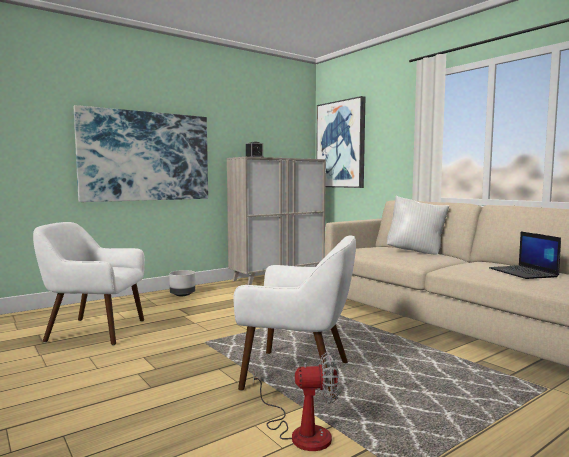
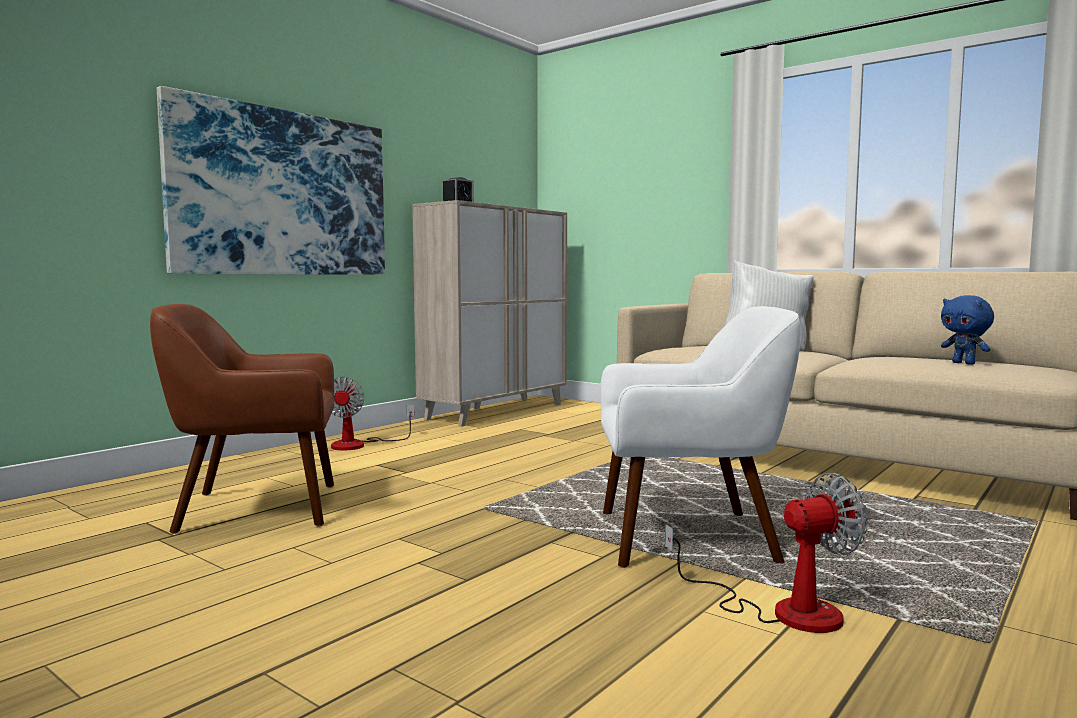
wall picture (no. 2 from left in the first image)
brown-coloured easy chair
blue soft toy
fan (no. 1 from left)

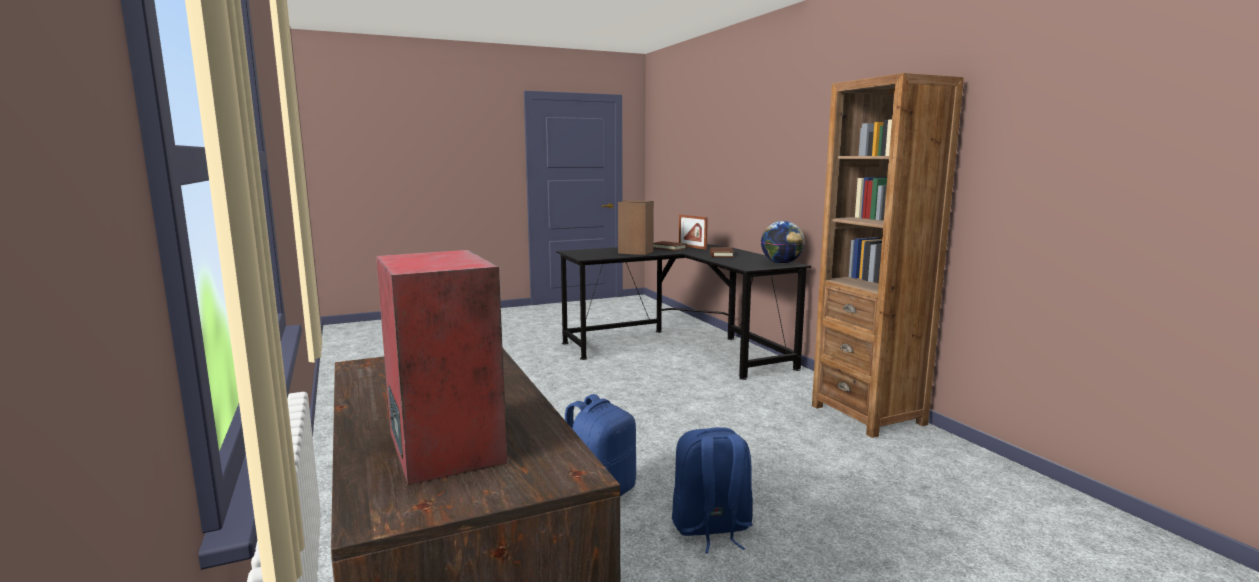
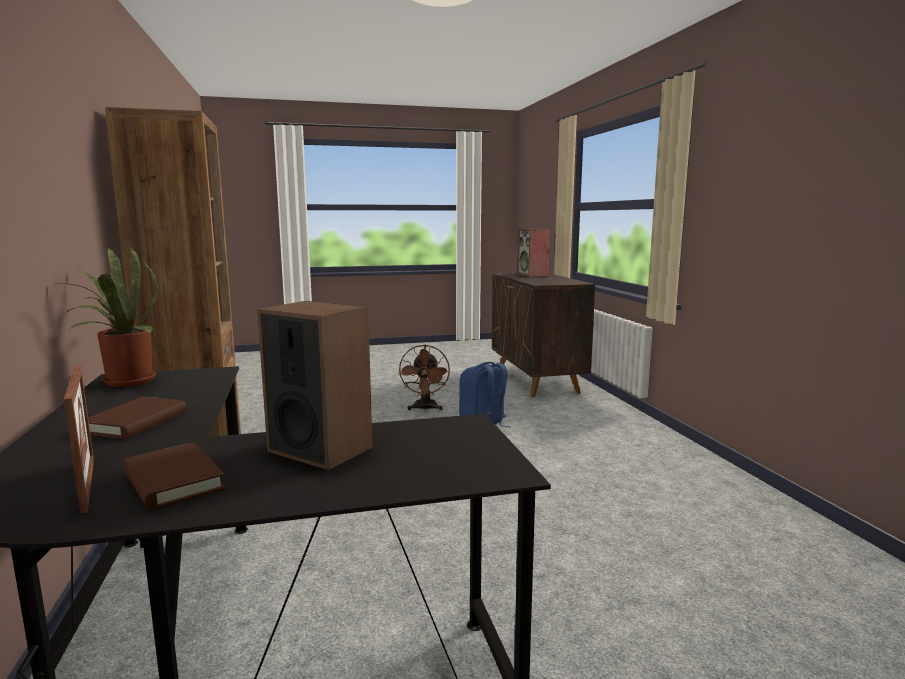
houseplant
brown-coloured fan

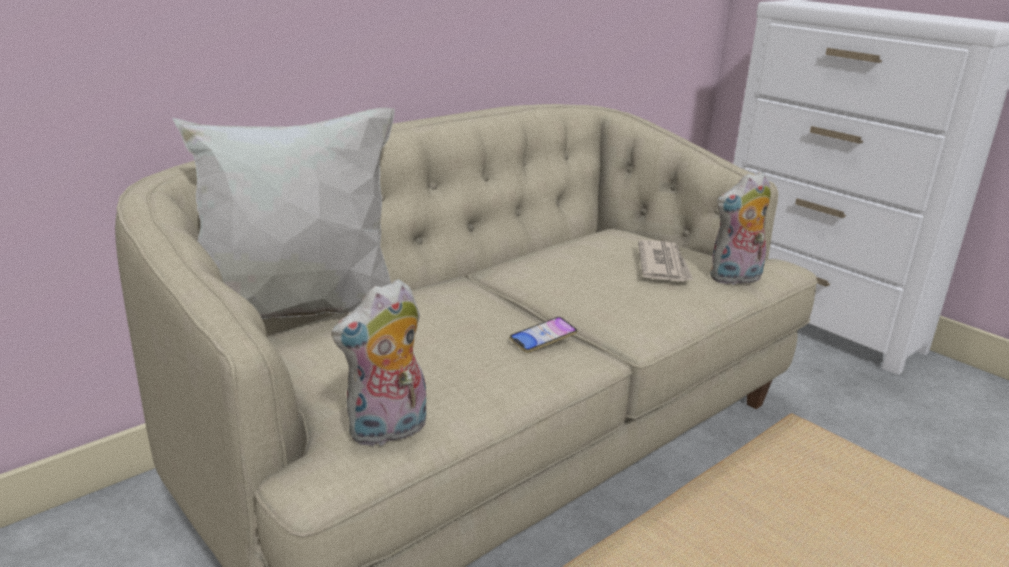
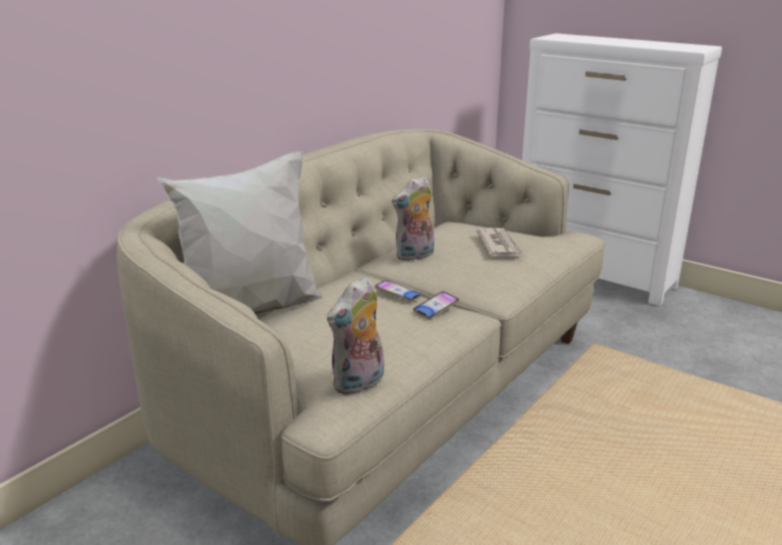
soft toy (no. 2 from left)
telephone (no. 1 from left)

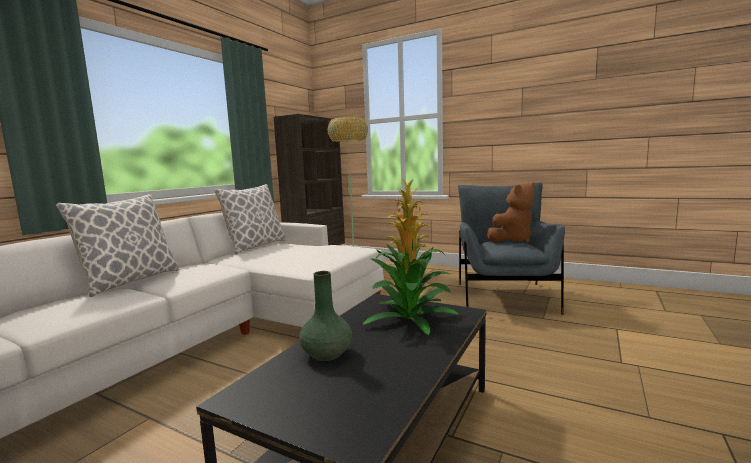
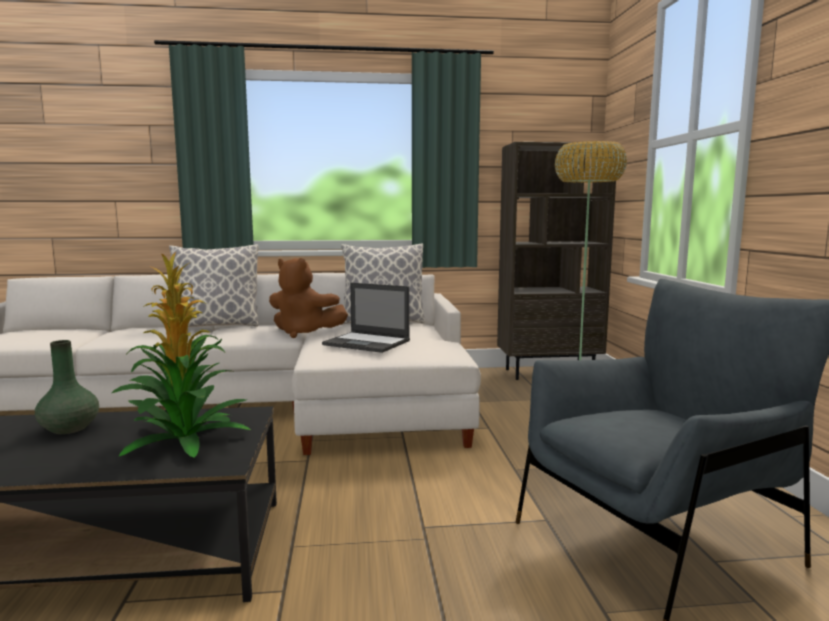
brown-coloured soft toy
laptop

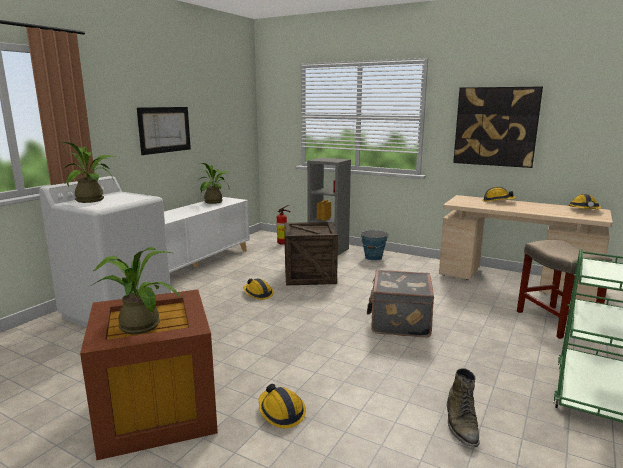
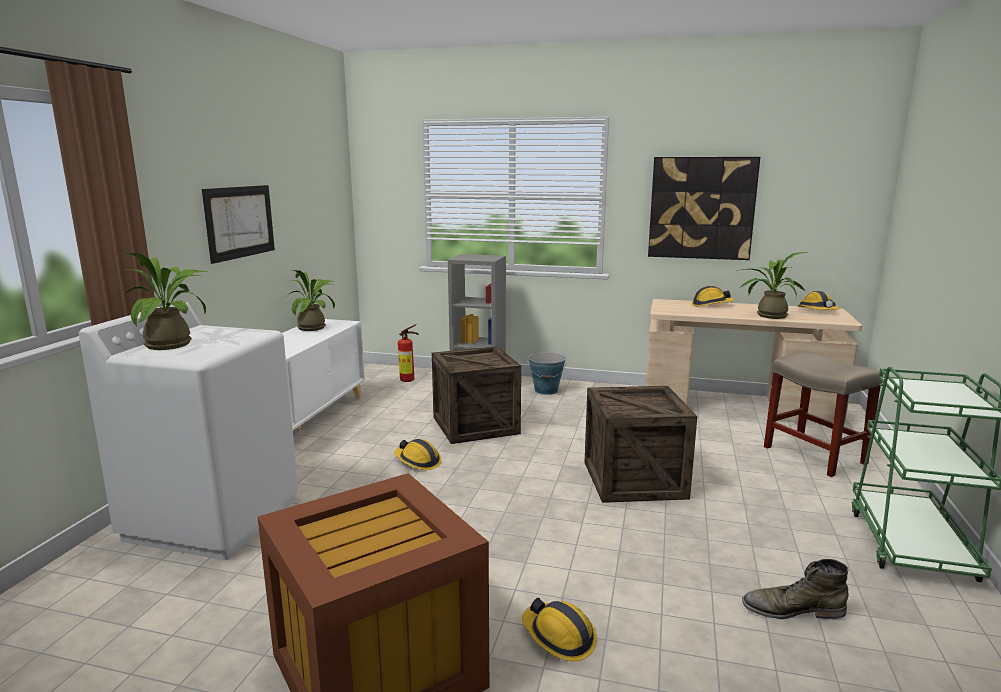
houseplant (no. 3 from left)
shipping crate (no. 2 from left)
green boot

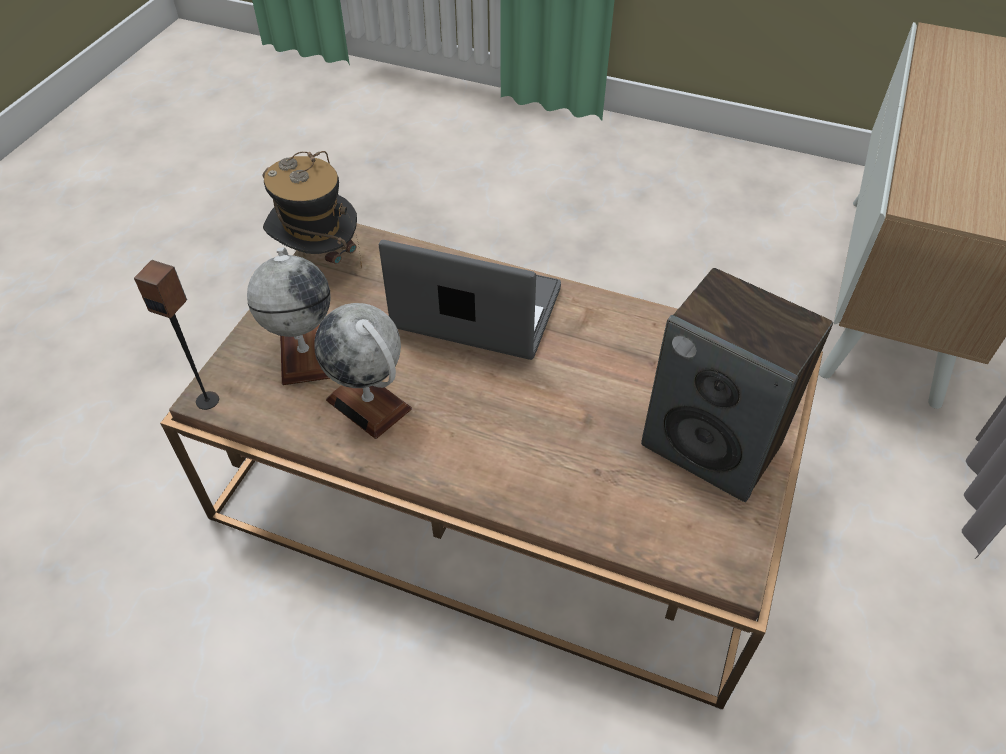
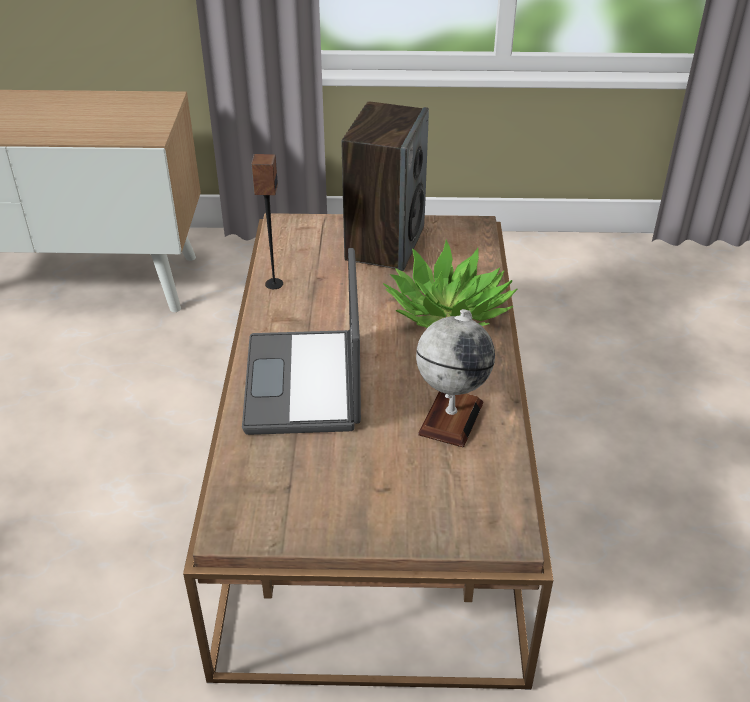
hat
desk globe (no. 1 from left in the first image)
speaker (no. 1 from left)
houseplant

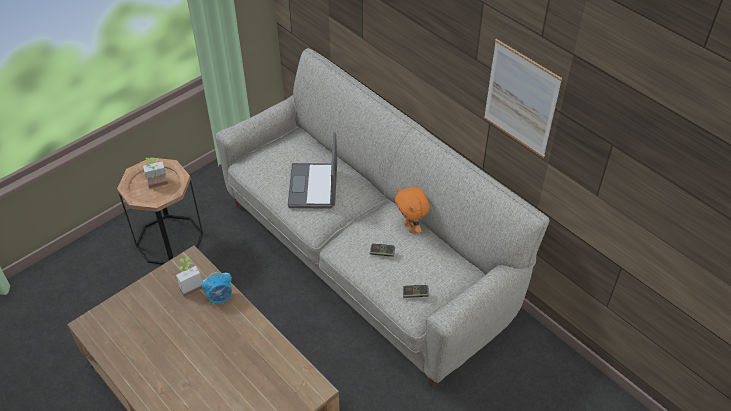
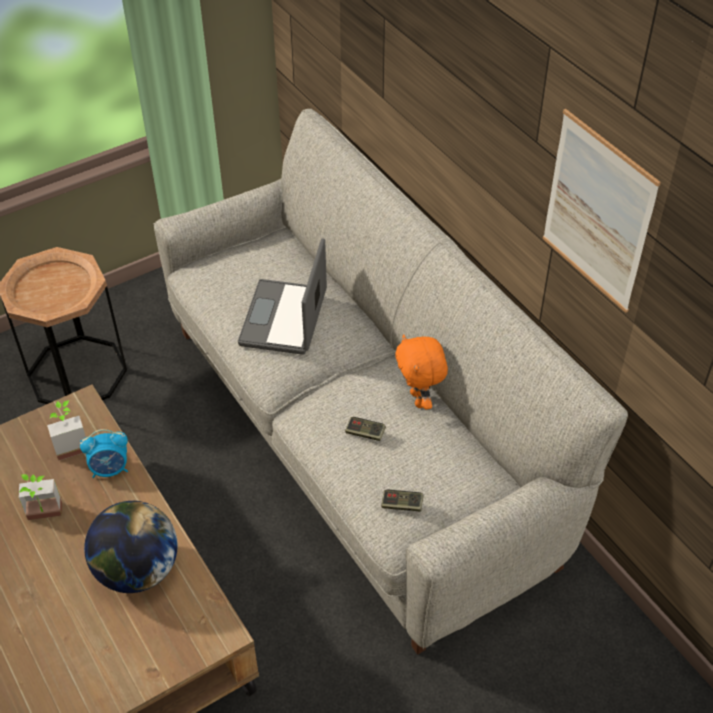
houseplant (no. 1 from left)
desk globe

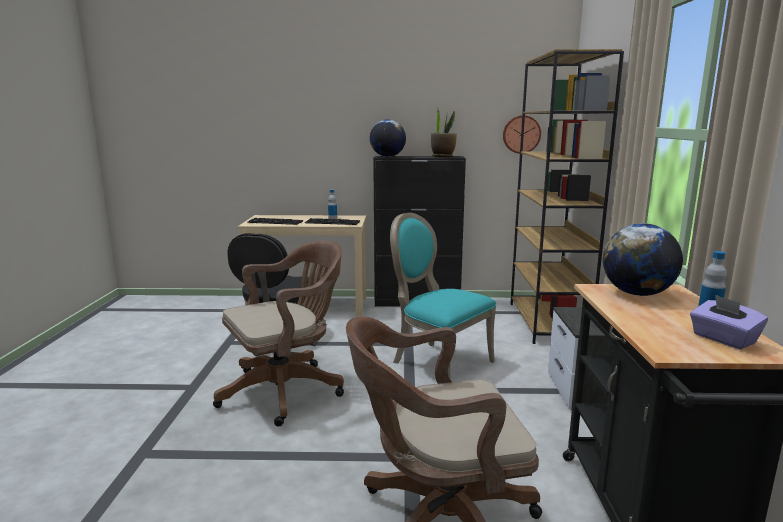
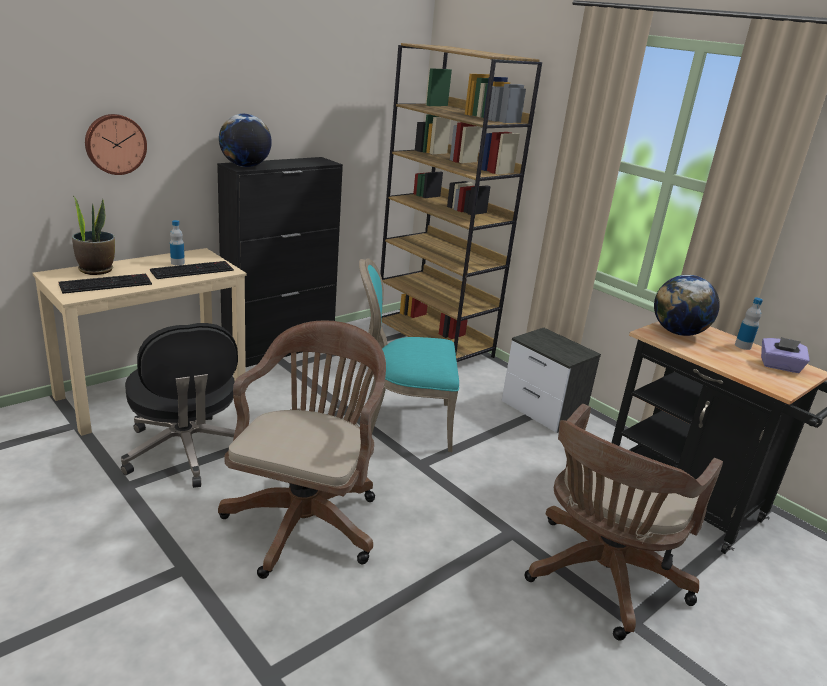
houseplant
hanging clock

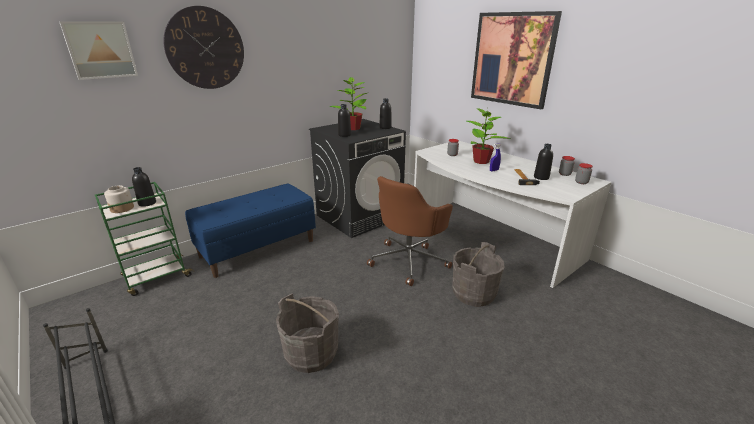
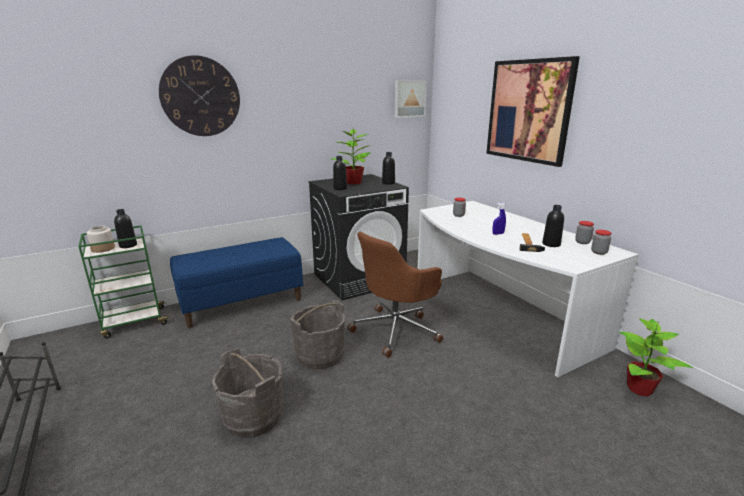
wall picture (no. 1 from left)
houseplant (no. 2 from left)
grey bucket (no. 2 from left)

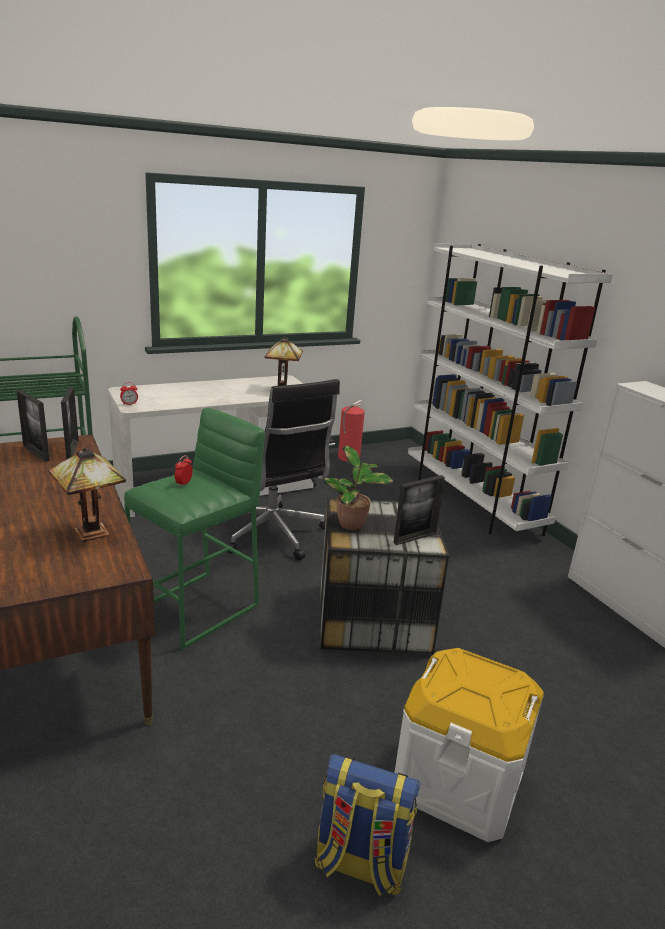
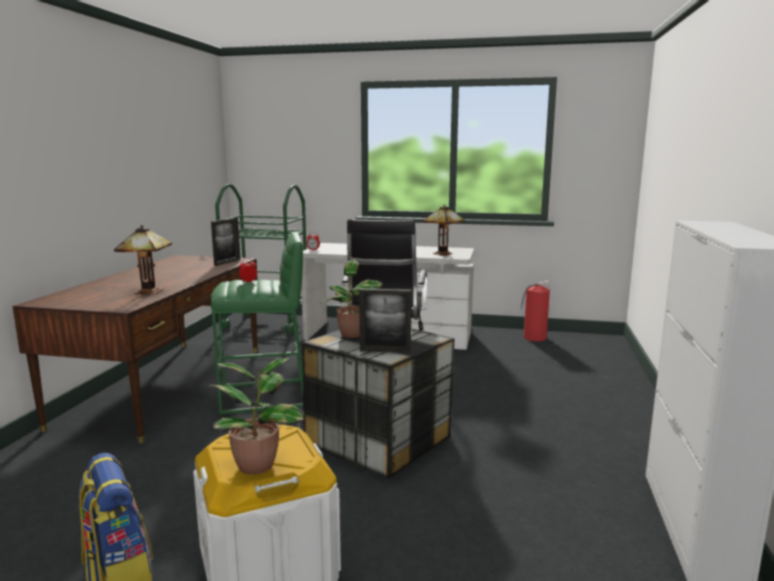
white shelving unit
picture frame (no. 1 from left in the first image)
houseplant (no. 1 from left)

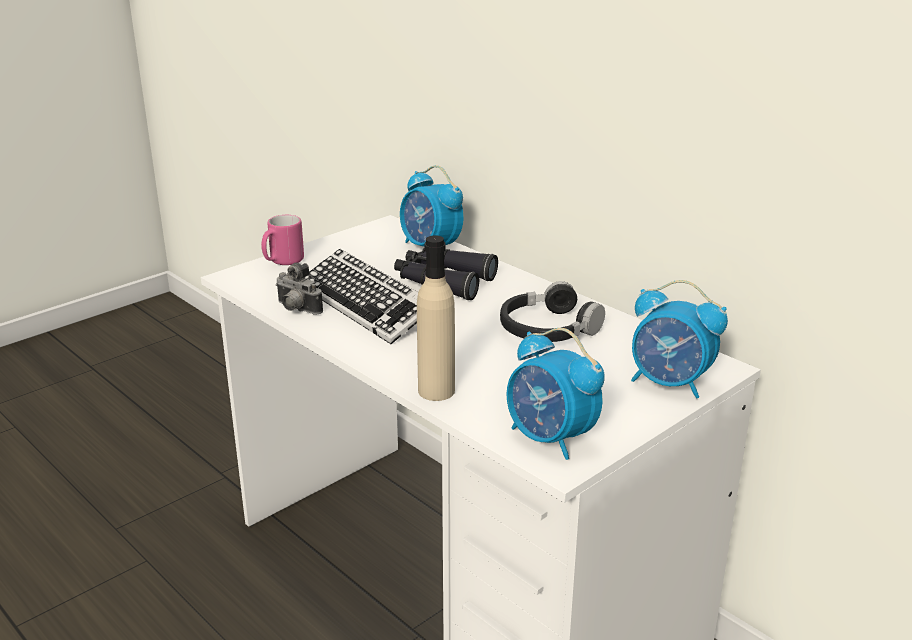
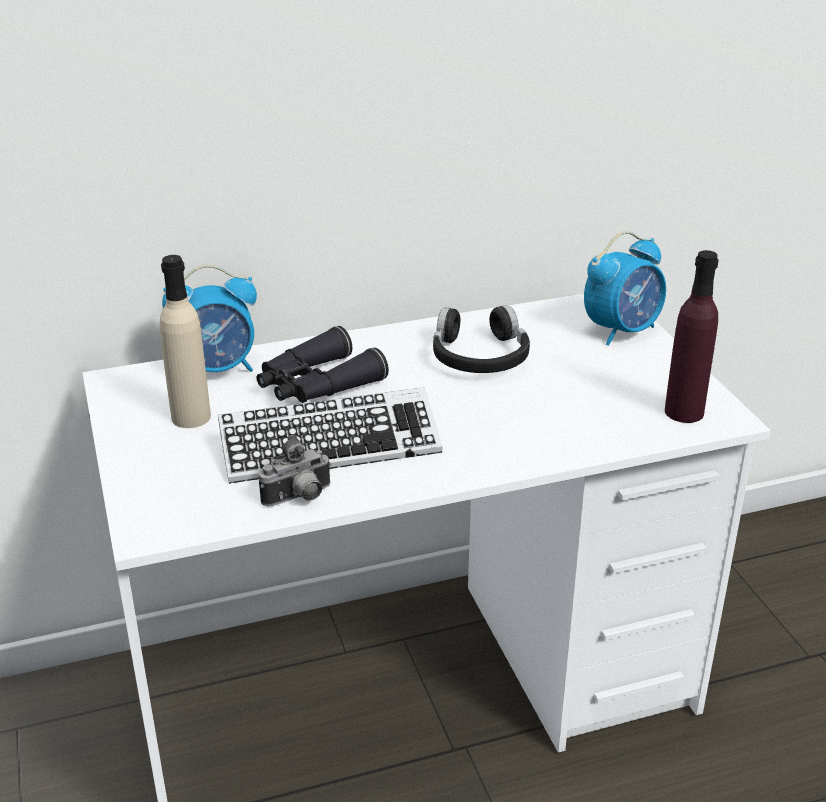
pink tea mug
beige beverage bottle
purple beverage bottle

